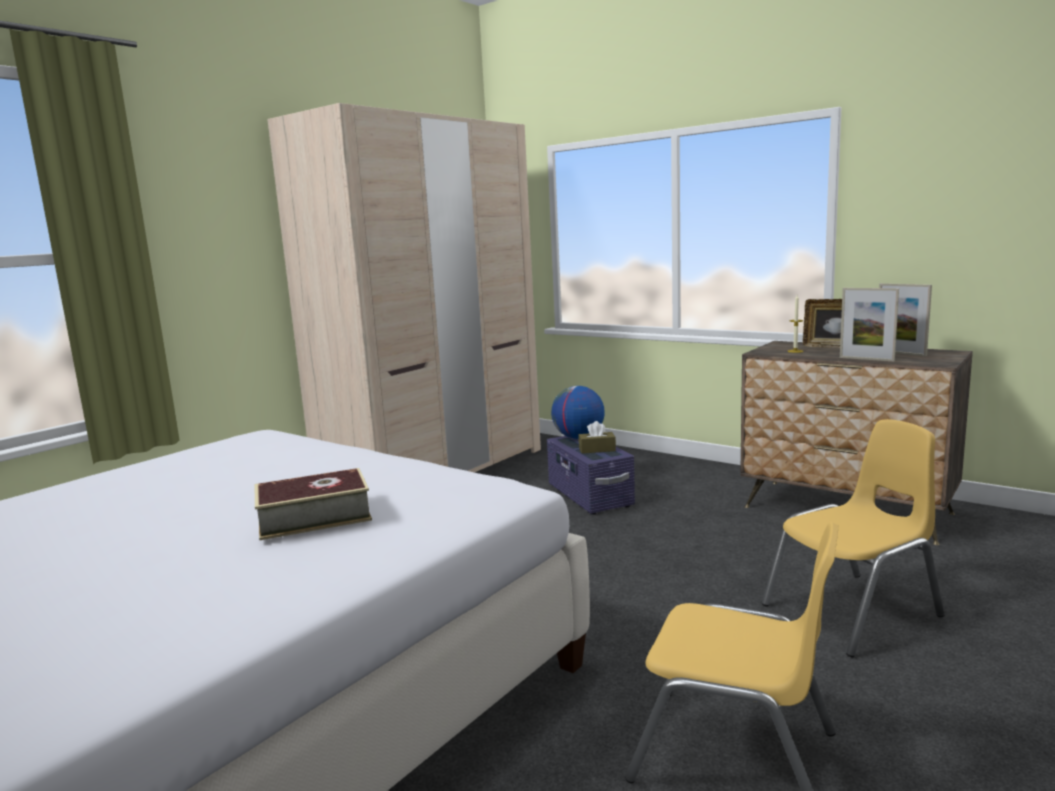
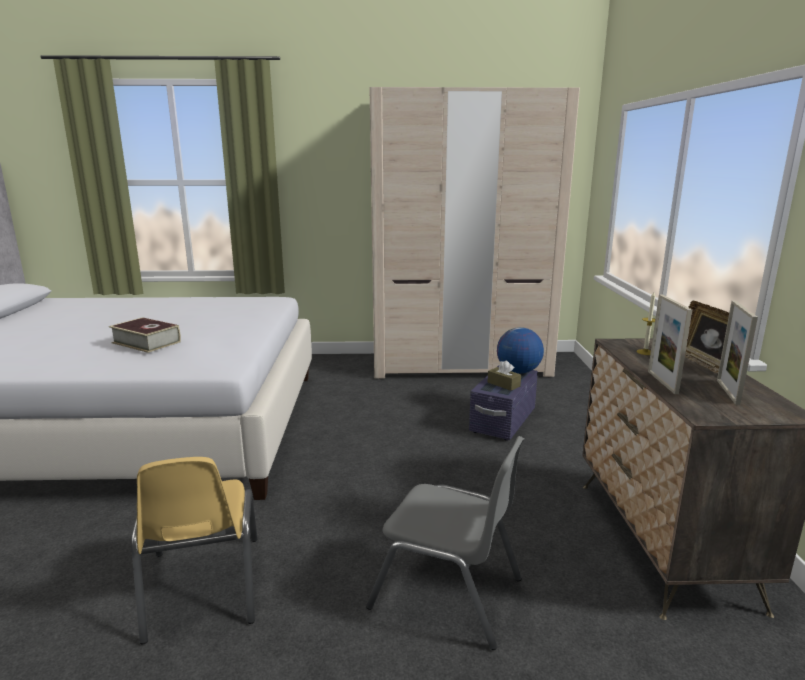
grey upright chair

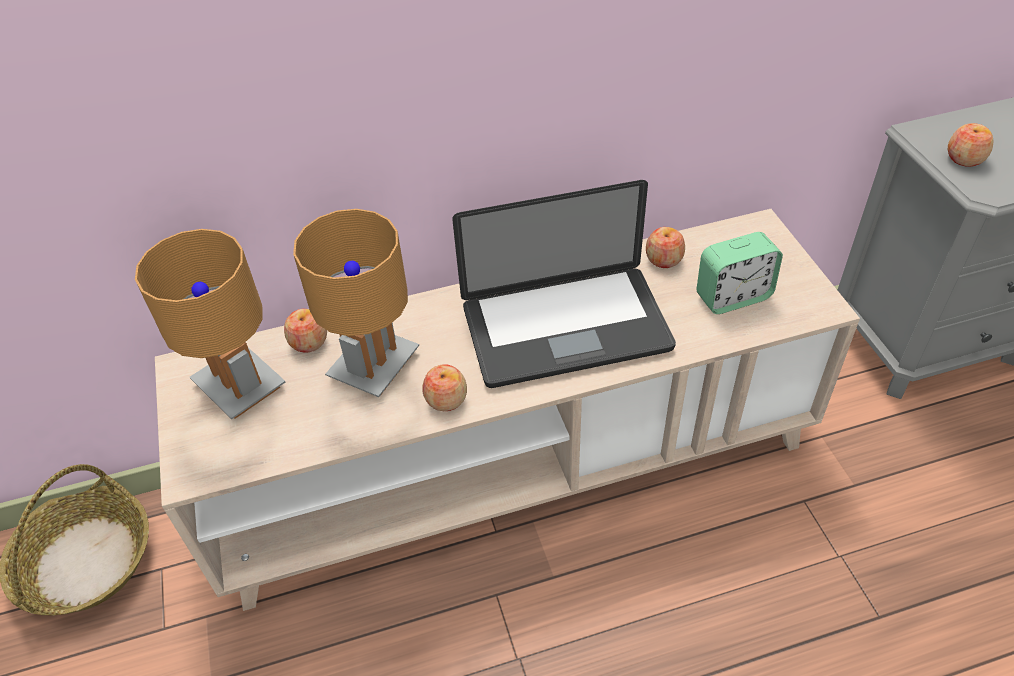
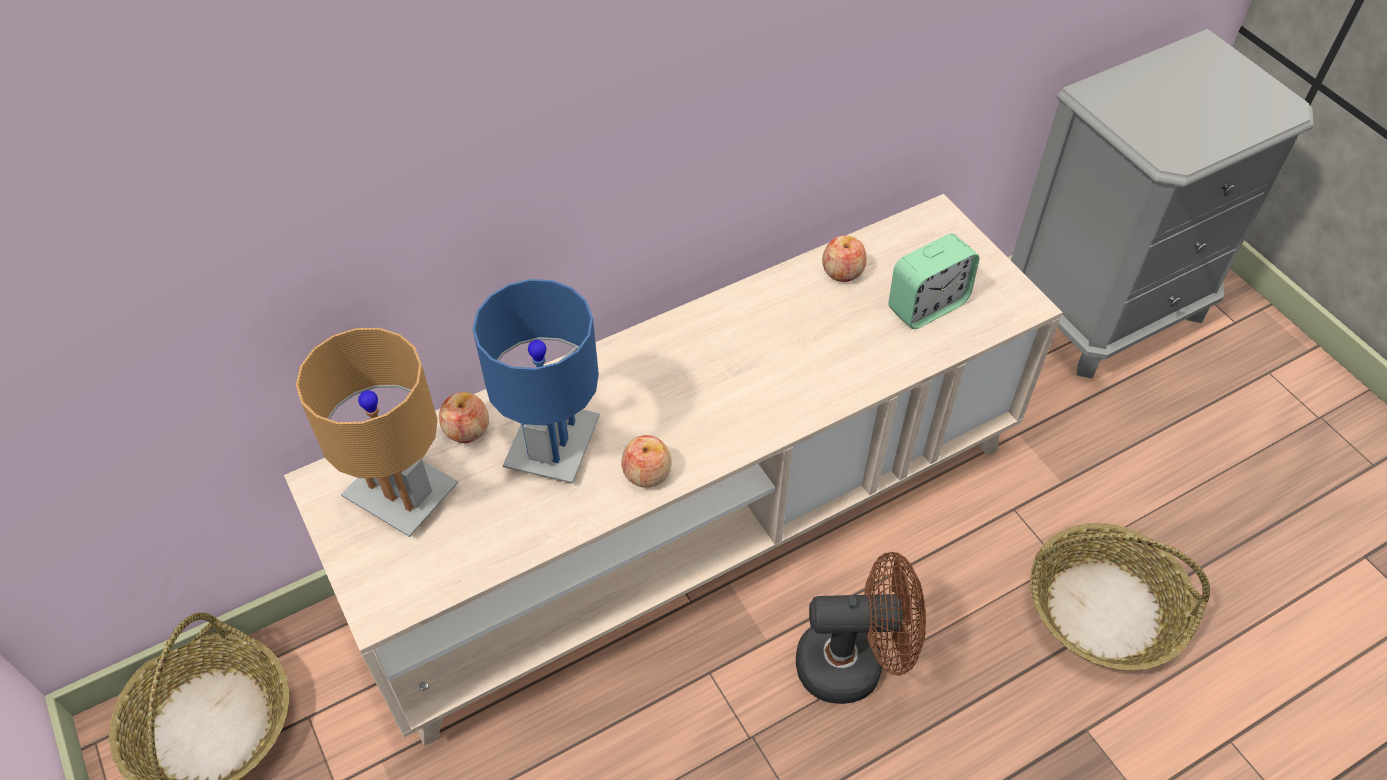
apple (no. 4 from left in the first image)
laptop
blue tabletop lamp
basket (no. 2 from left)
brown-coloured fan

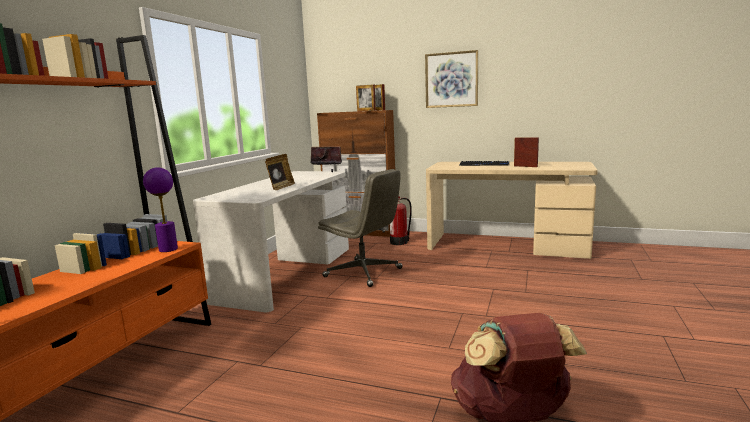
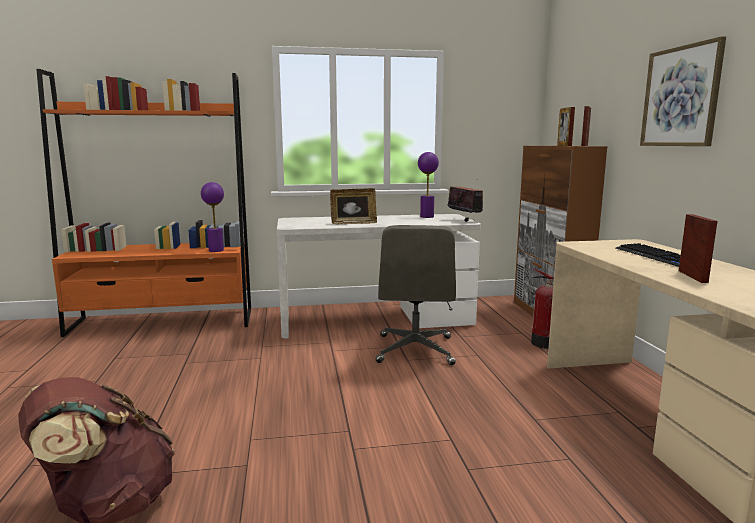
purple tabletop lamp (no. 2 from left)

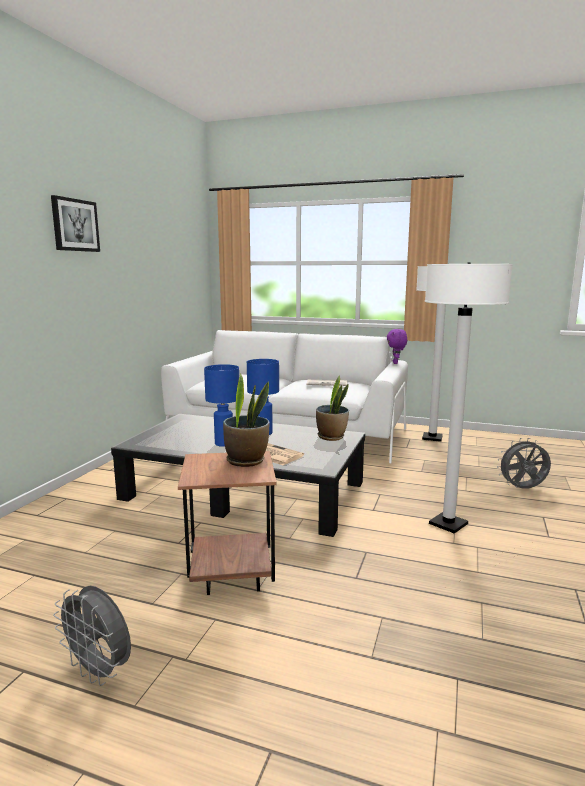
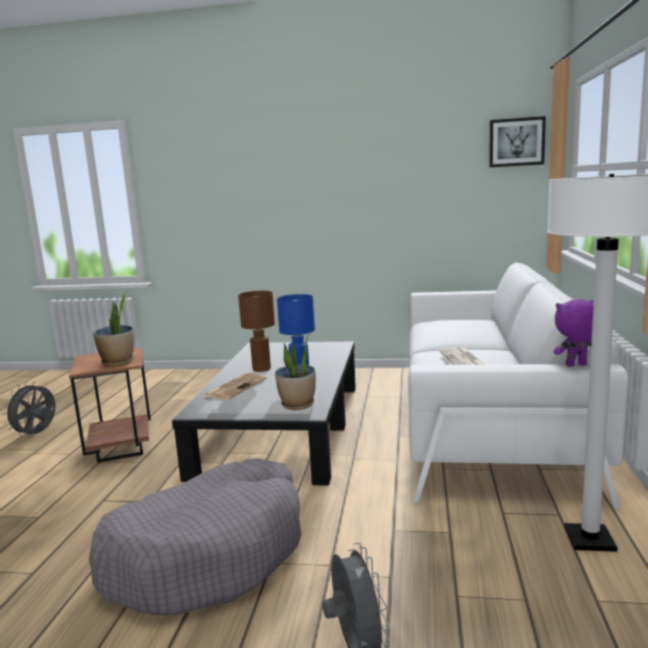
wall picture
grey dog cushion
brown-coloured tabletop lamp

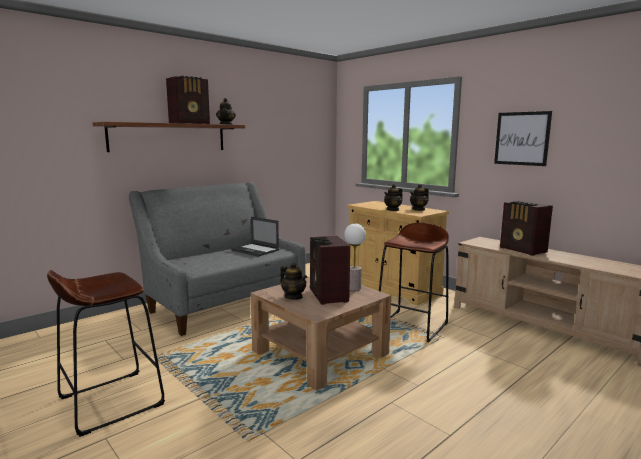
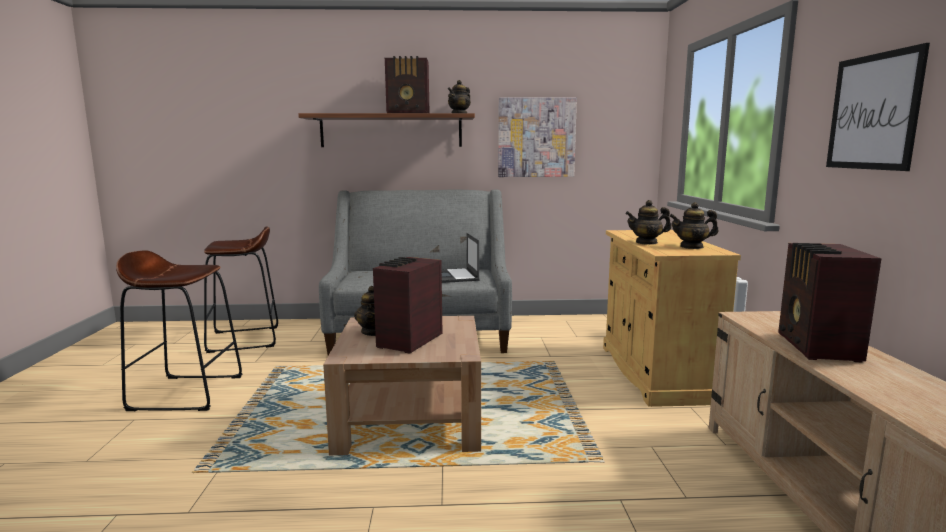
brown-coloured sitting stool (no. 2 from left)
tabletop lamp
wall picture (no. 1 from left)

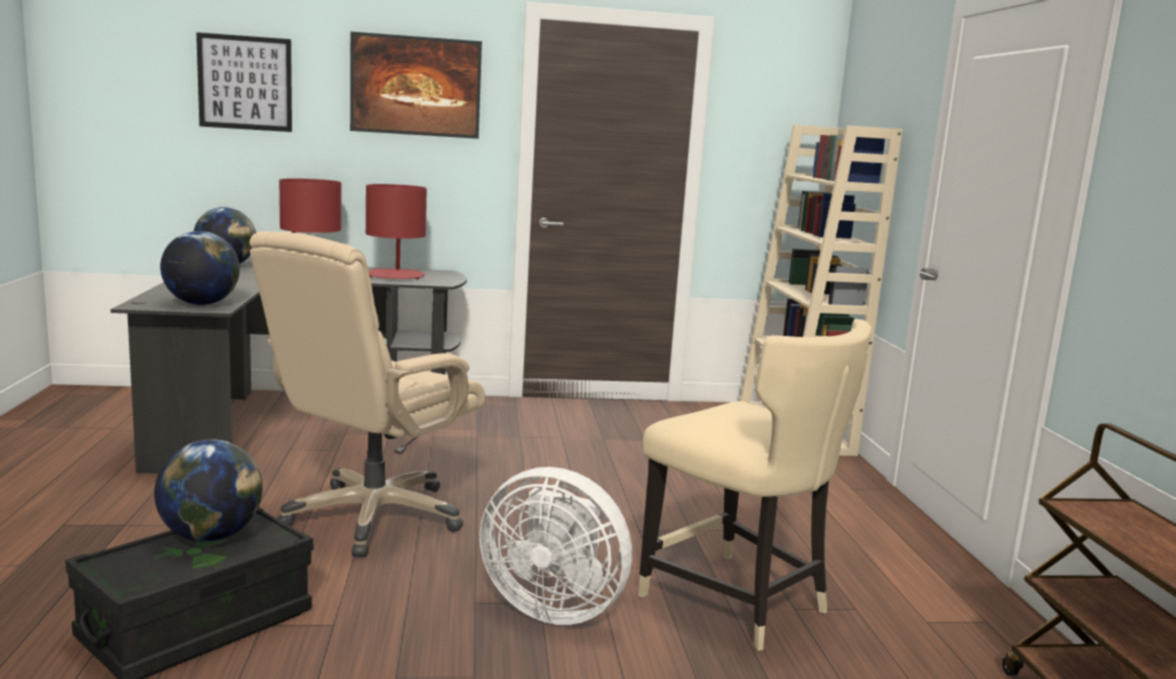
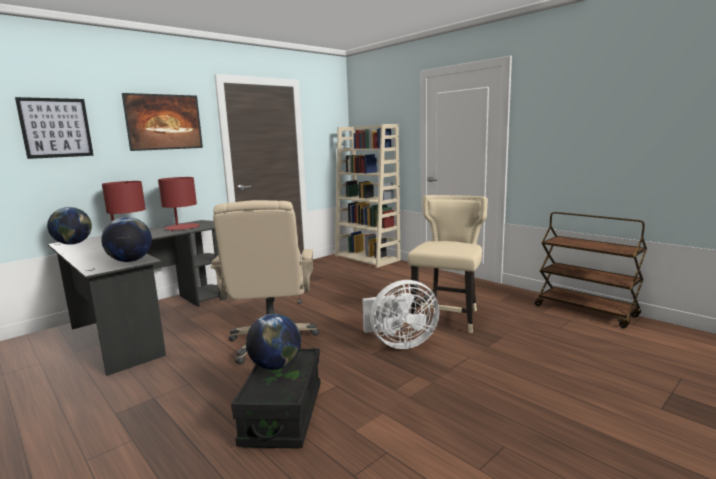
beige upright chair

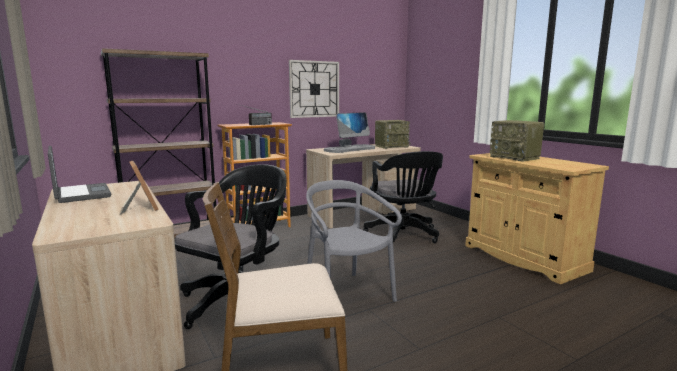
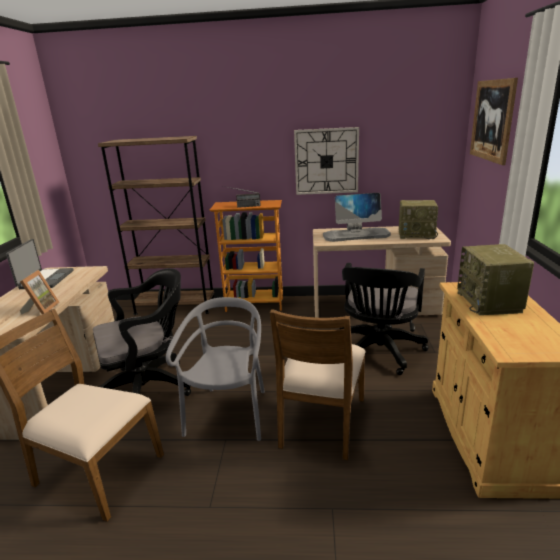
wall picture
brown-coloured upright chair (no. 2 from left)

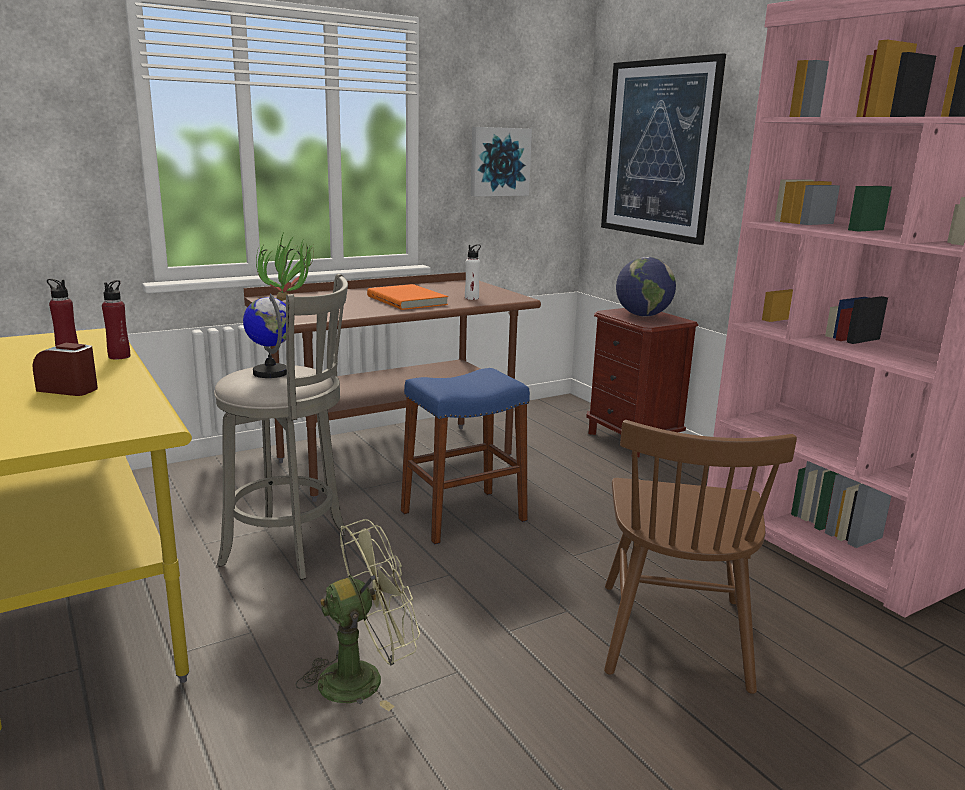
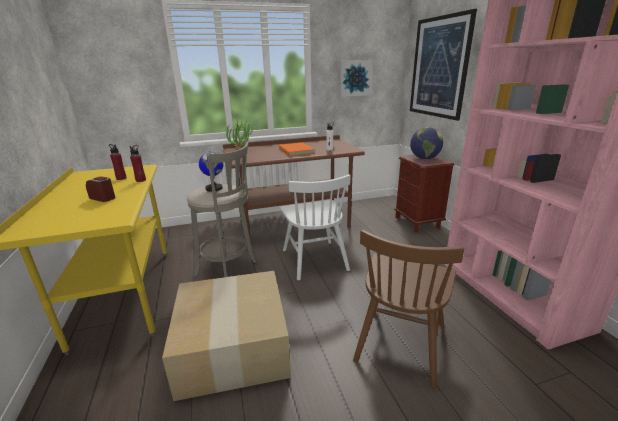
white upright chair
packing box

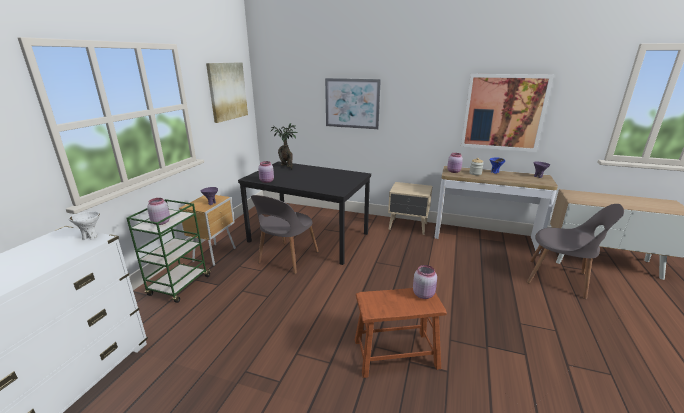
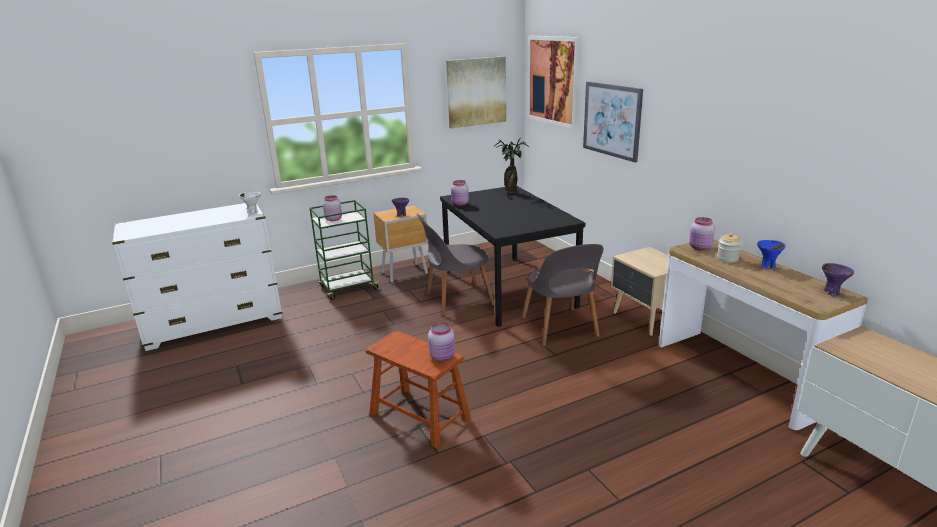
wall picture (no. 2 from left)
grey upright chair (no. 2 from left)

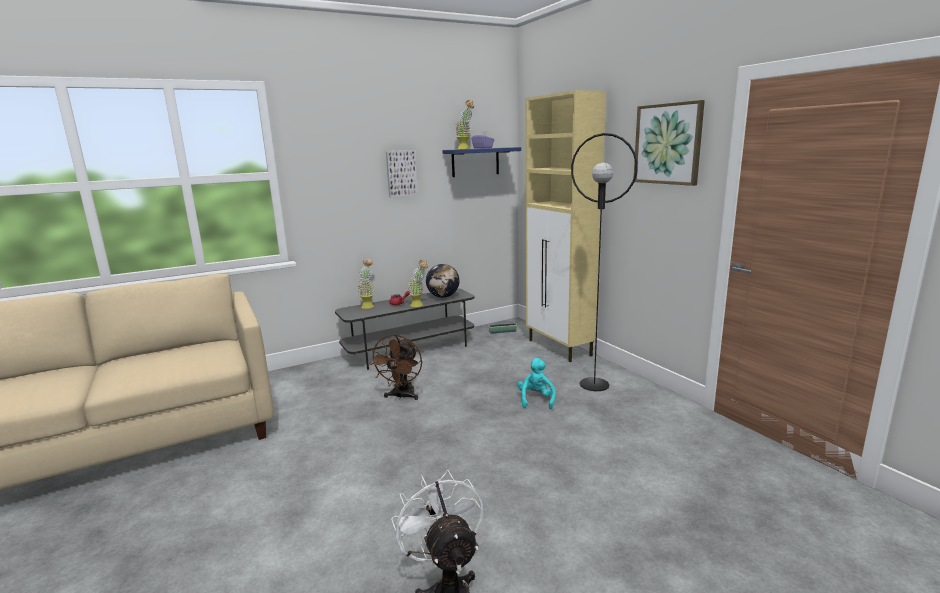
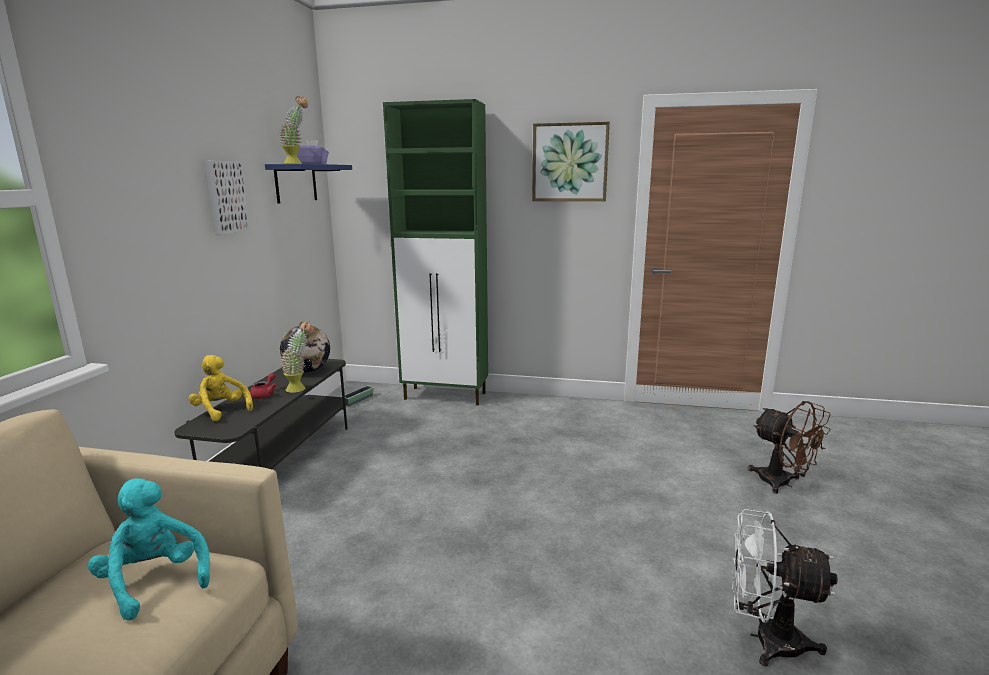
green cupboard
black standard lamp
yellow-coloured soft toy
brown-coloured fan
turquoise-coloured soft toy

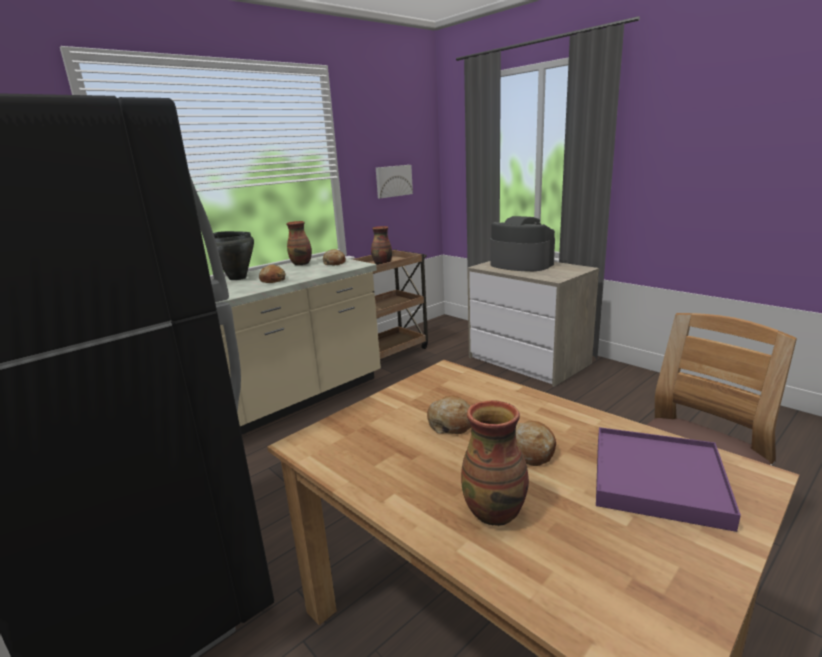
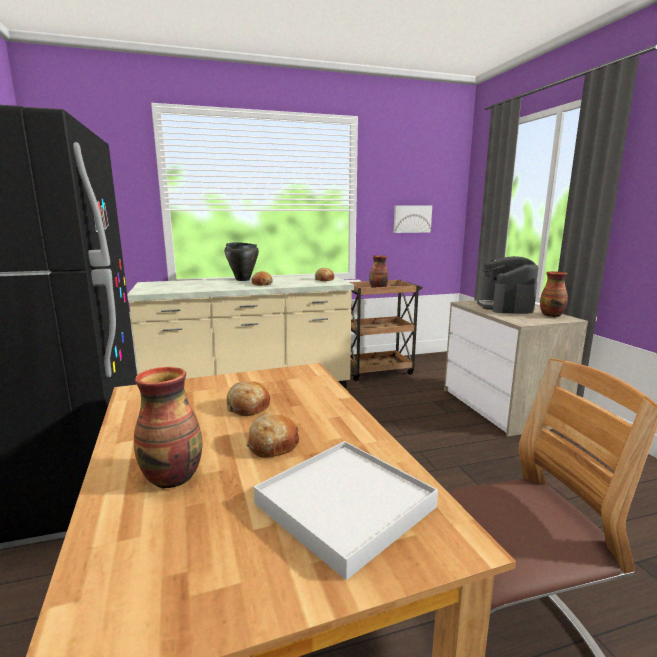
coffee machine
flower vase (no. 3 from left)
white serving tray

